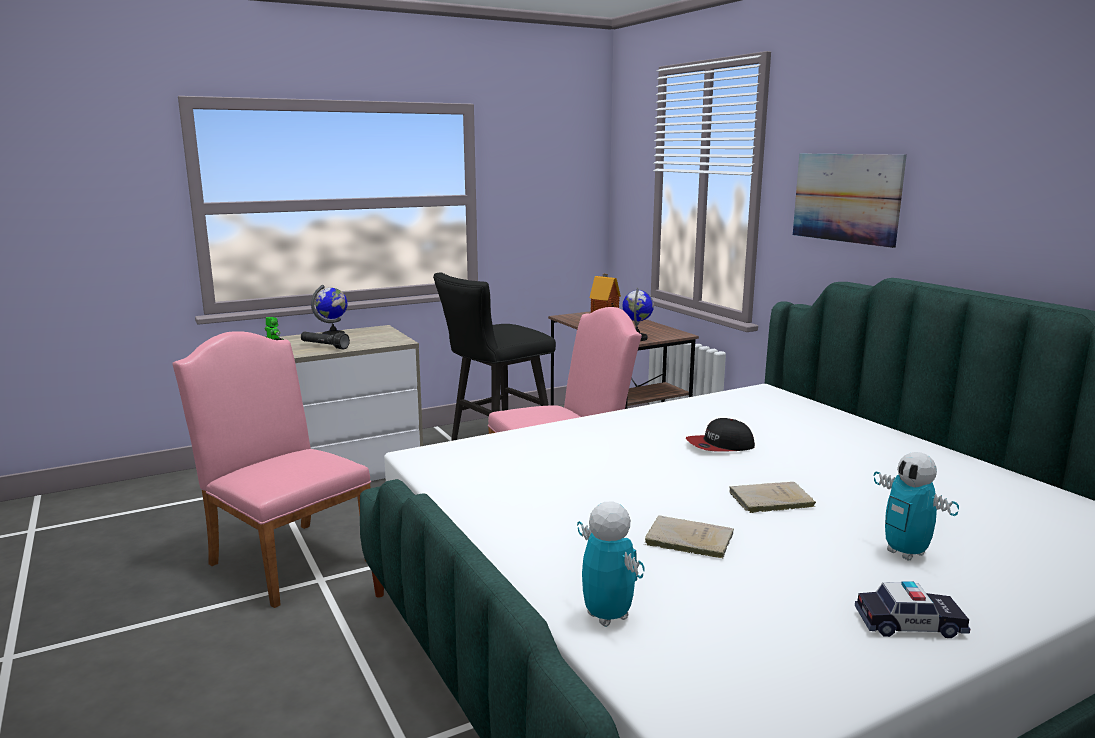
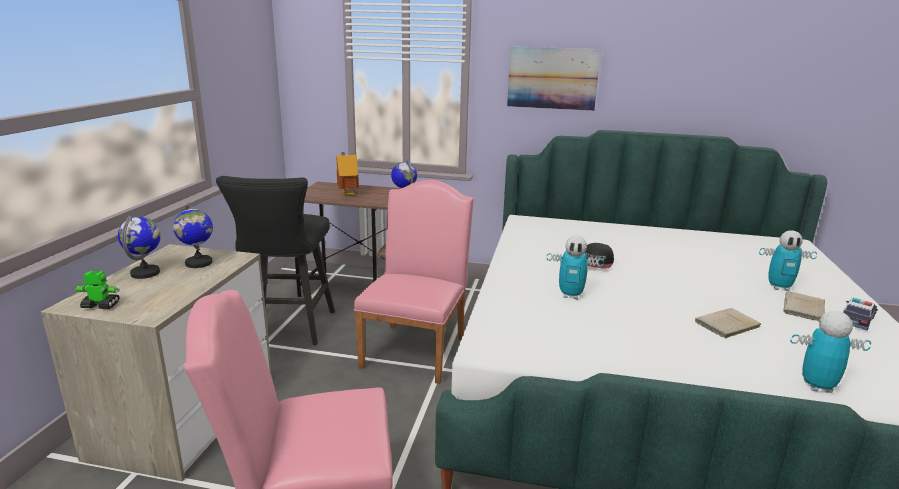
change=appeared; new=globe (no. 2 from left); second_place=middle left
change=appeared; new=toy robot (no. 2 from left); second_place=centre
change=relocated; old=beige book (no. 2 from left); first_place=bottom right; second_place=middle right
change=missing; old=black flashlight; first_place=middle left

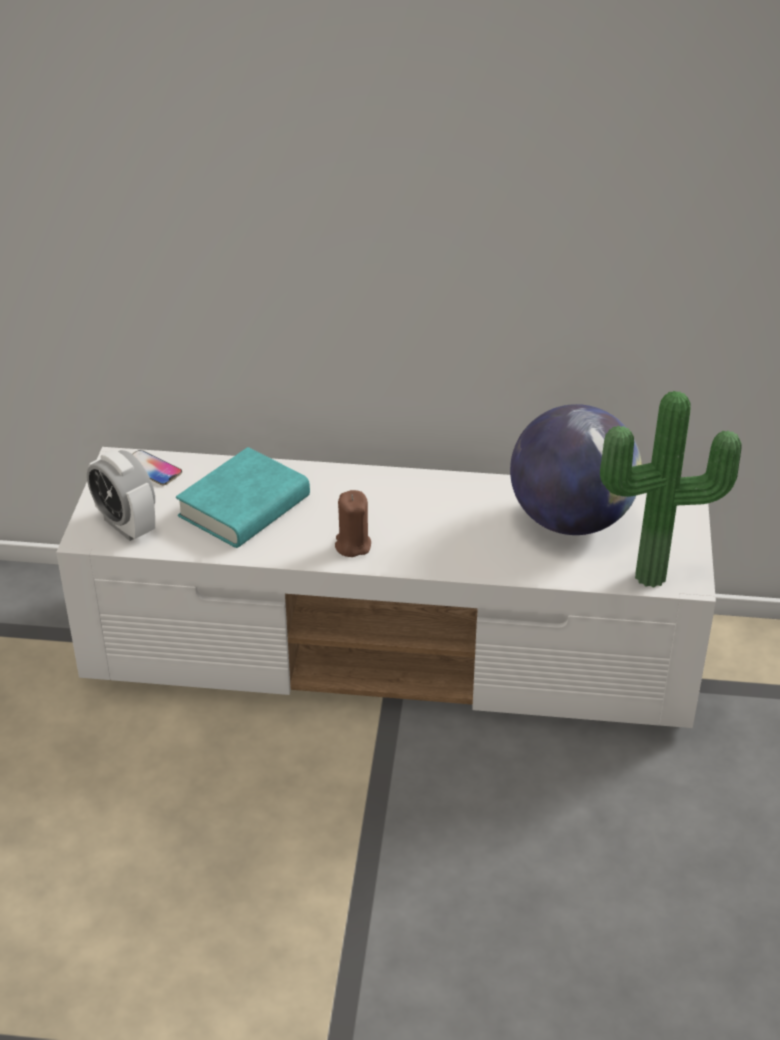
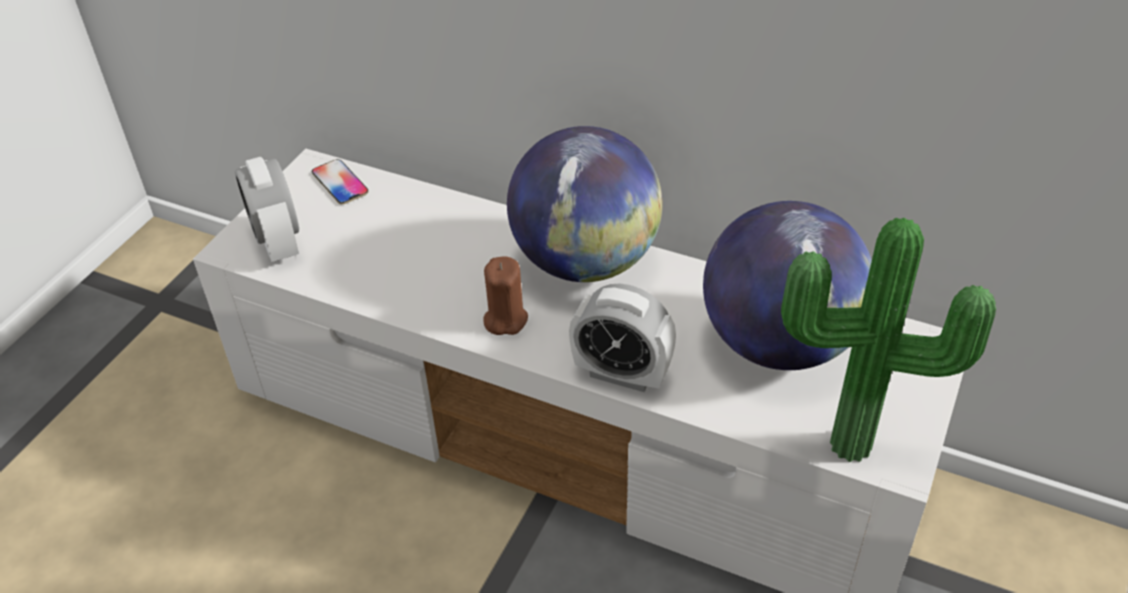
change=appeared; new=globe (no. 1 from left); second_place=centre
change=appeared; new=alarm clock (no. 2 from left); second_place=centre
change=missing; old=turquoise book; first_place=middle left

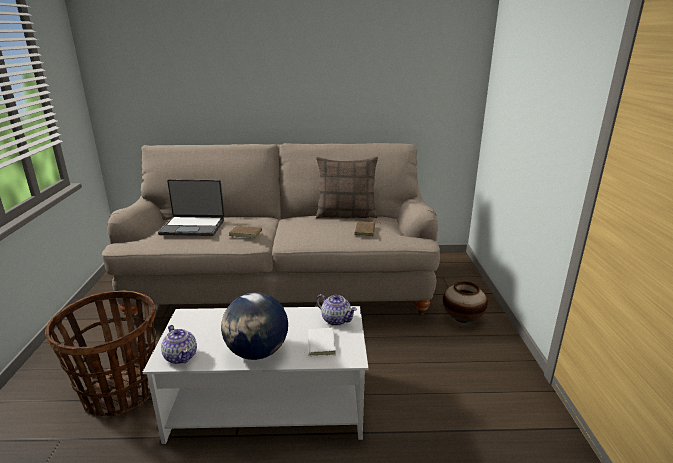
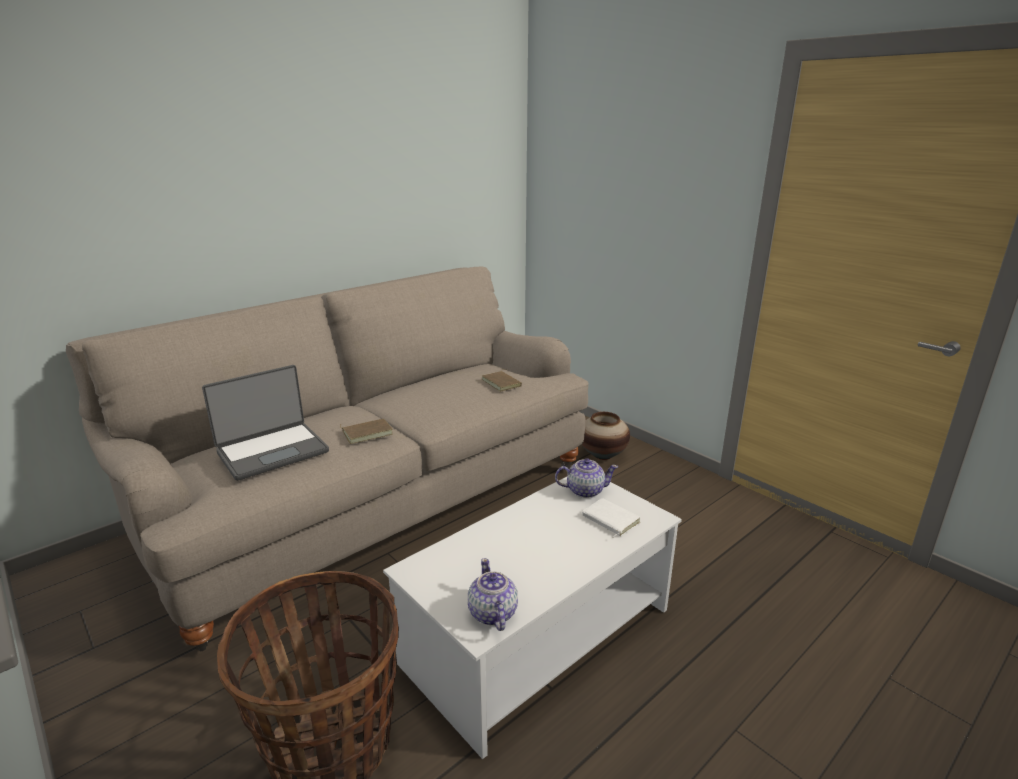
change=spun; old=teapot (no. 1 from left); first_place=bottom left; second_place=bottom centre; degrees=-120
change=missing; old=globe; first_place=bottom centre
change=missing; old=pillow; first_place=centre

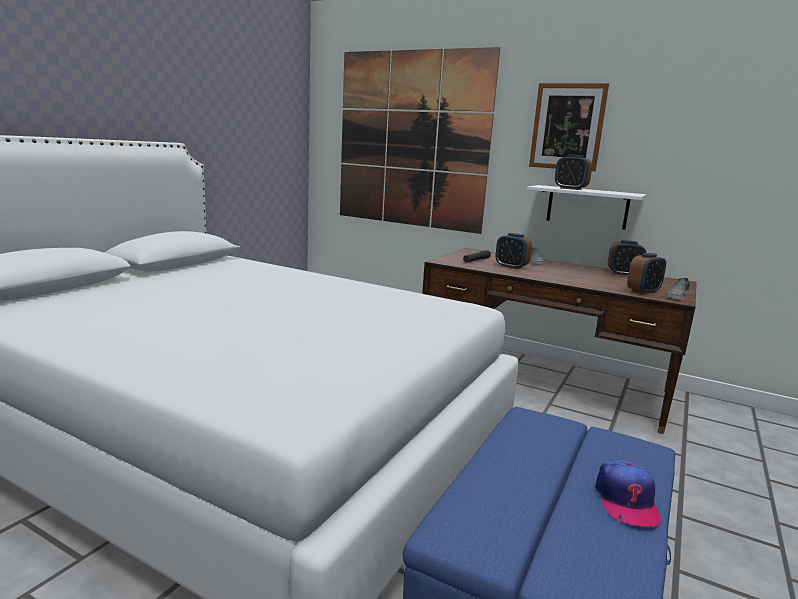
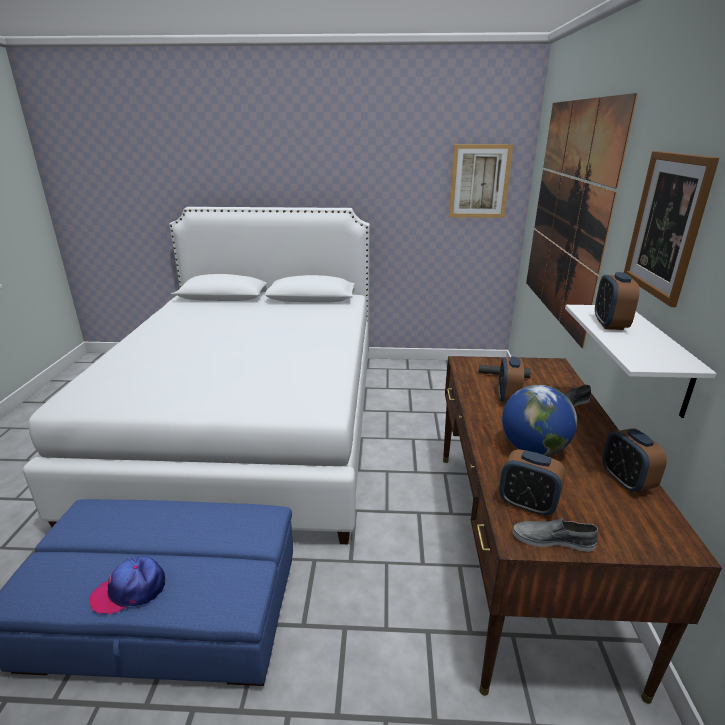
change=appeared; new=picture (no. 1 from left); second_place=top centre
change=appeared; new=globe; second_place=middle right

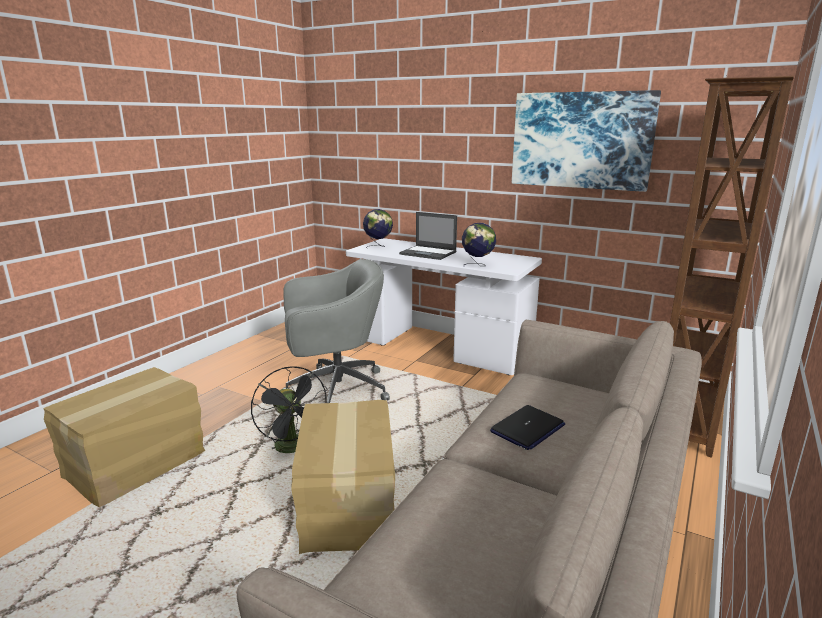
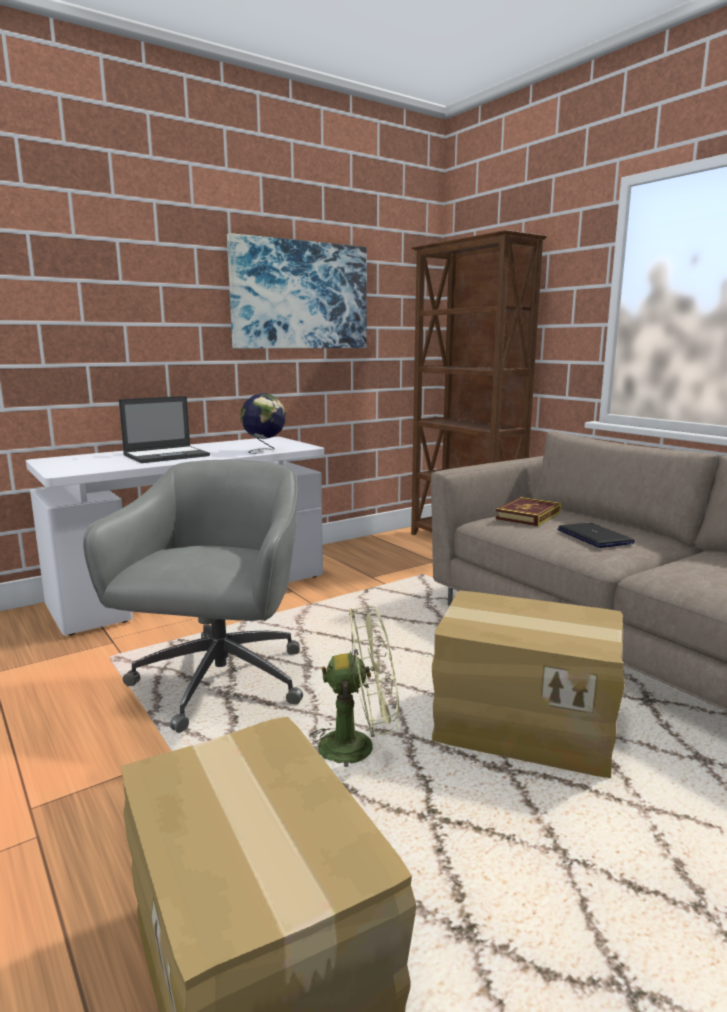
change=colour; old=black fan; new=green fan; first_place=centre; second_place=bottom centre
change=appeared; new=book; second_place=middle right
change=missing; old=globe (no. 1 from left); first_place=centre

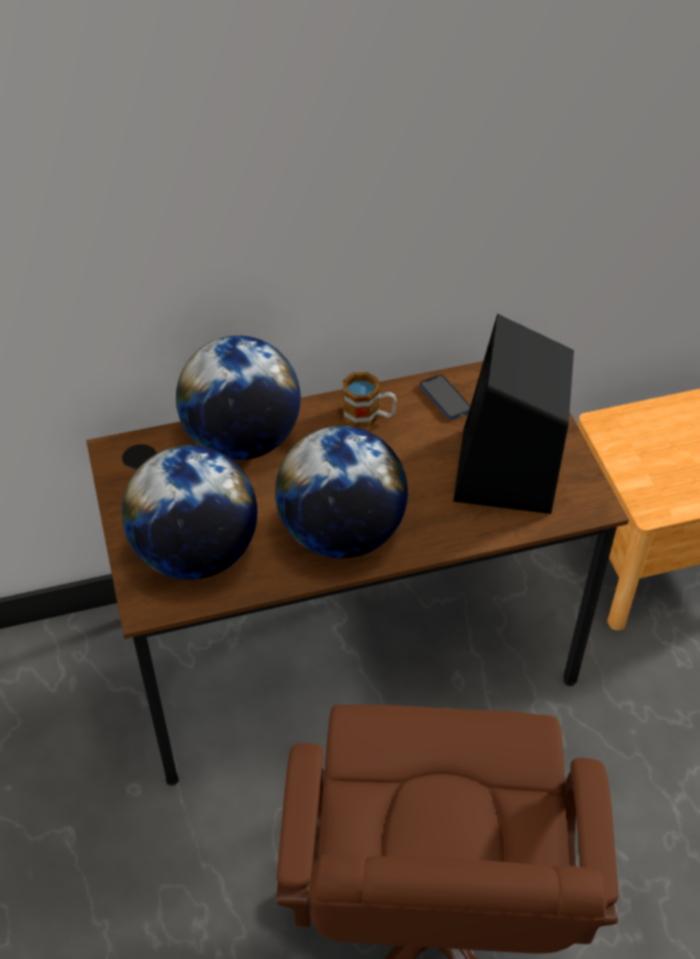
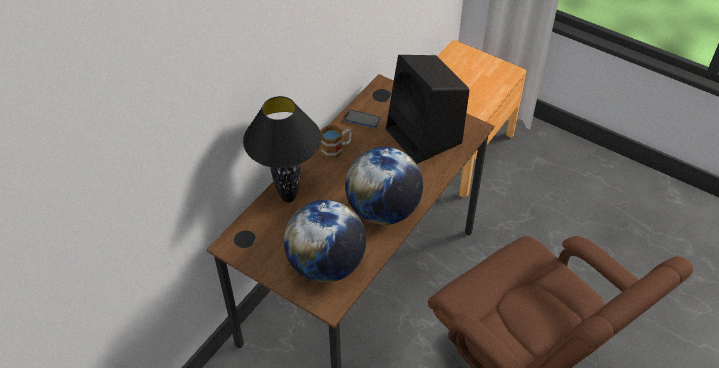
change=exchanged; old=globe (no. 2 from left); new=black table lamp; first_place=centre; second_place=centre

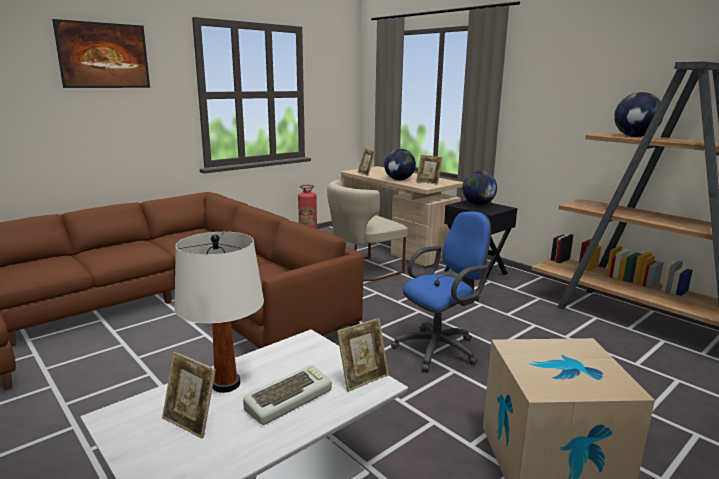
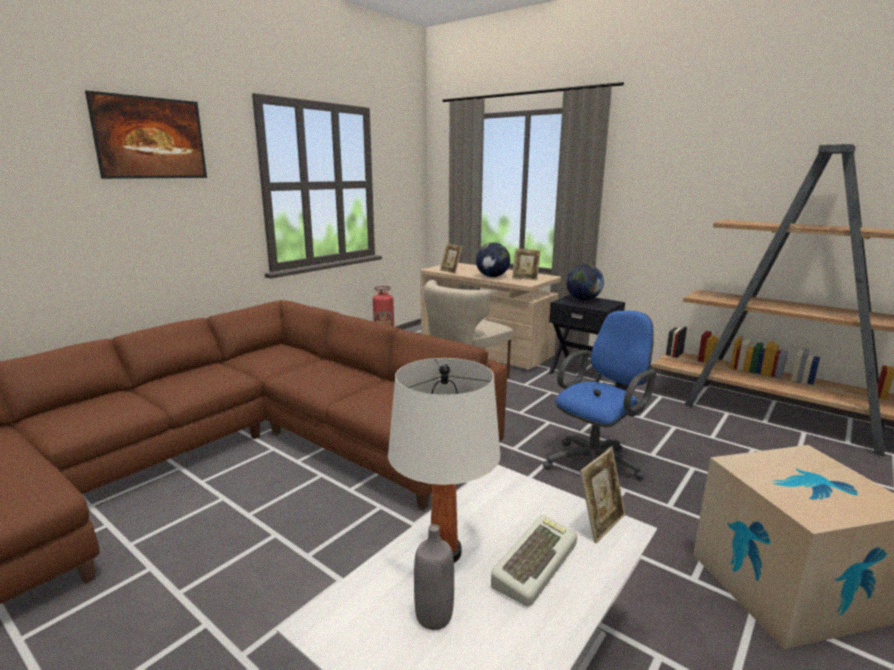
change=exchanged; old=picture frame (no. 1 from left); new=grey bottle; first_place=bottom left; second_place=bottom centre
change=missing; old=globe (no. 3 from left); first_place=top right

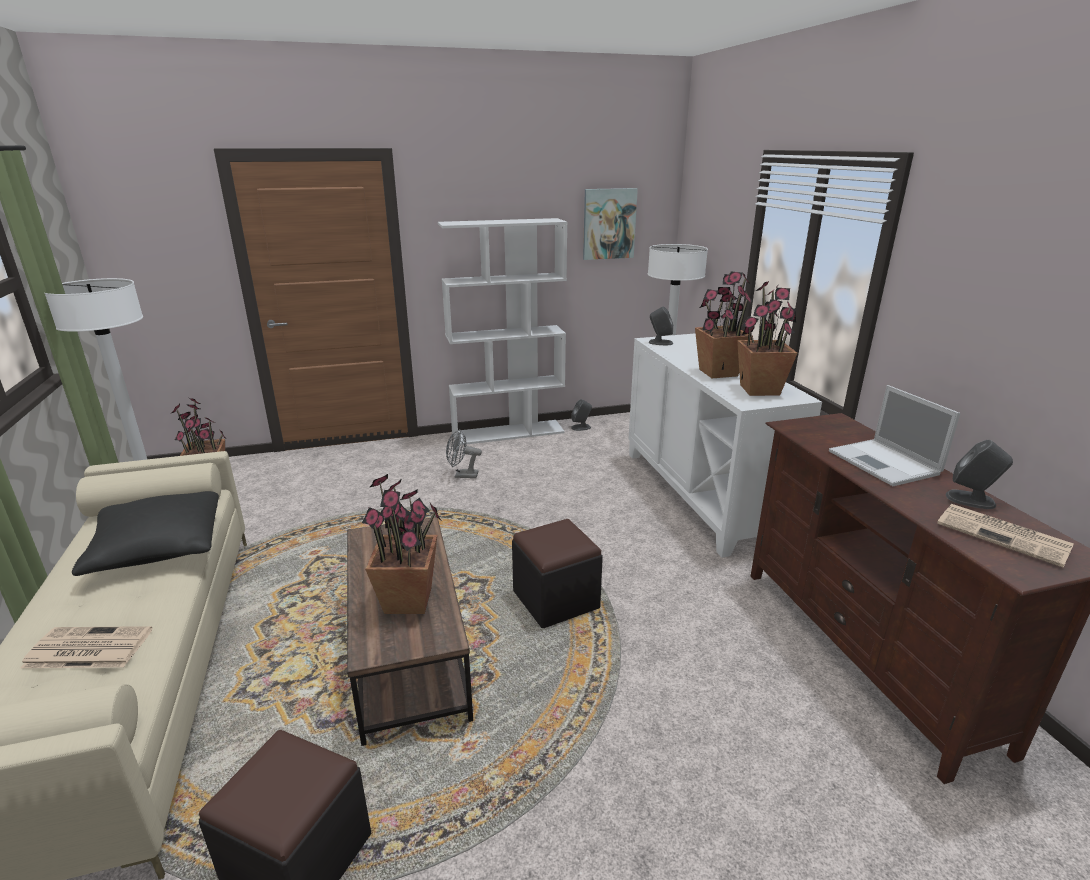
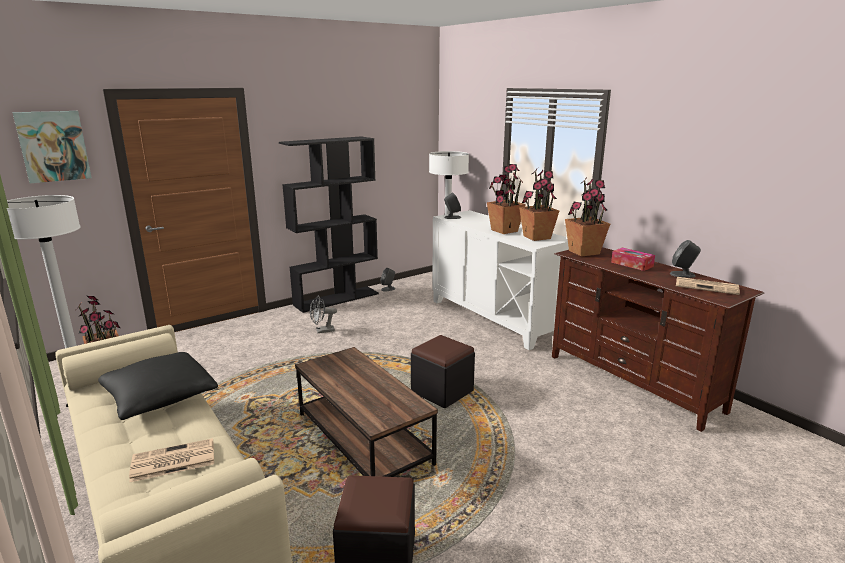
change=relocated; old=picture; first_place=top centre; second_place=top left
change=colour; old=white bookcase; new=black bookcase; first_place=centre; second_place=centre
change=relocated; old=potted plant (no. 2 from left in the first image); new=potted plant (no. 4 from left); first_place=centre; second_place=middle right
change=exchanged; old=laptop; new=tissue box; first_place=middle right; second_place=middle right

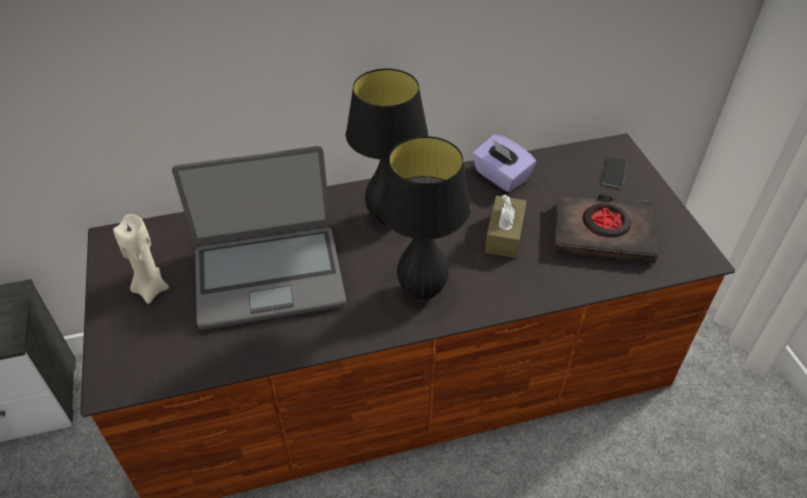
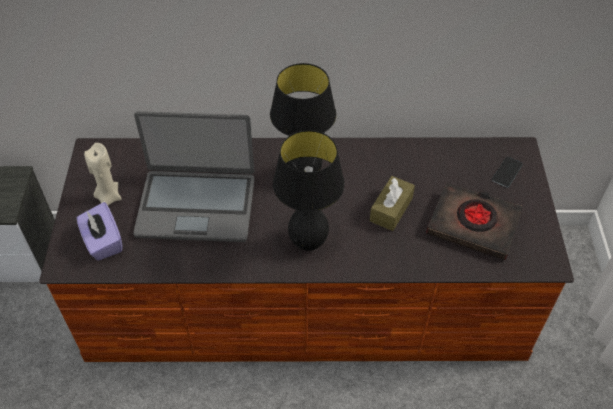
change=relocated; old=purple tissue box; first_place=top centre; second_place=middle left

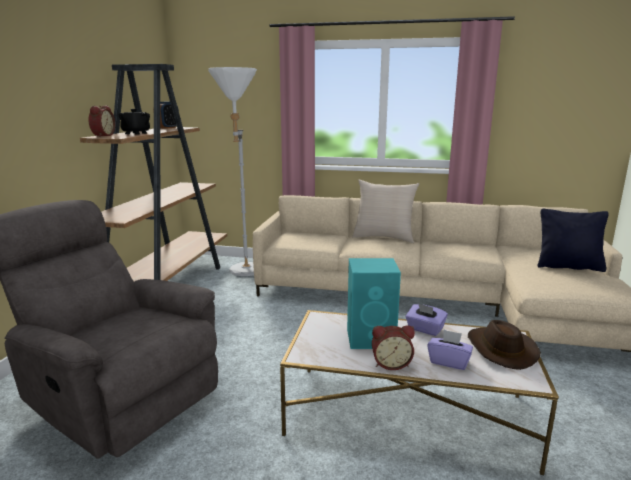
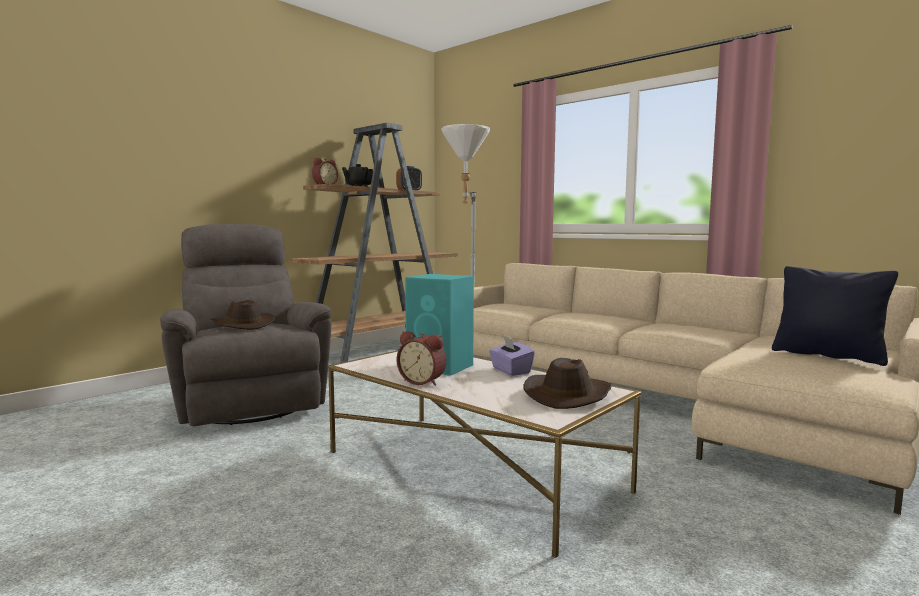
change=appeared; new=brown hat (no. 1 from left); second_place=middle left
change=missing; old=beige pillow; first_place=centre
change=missing; old=purple tissue box (no. 2 from left); first_place=bottom right

